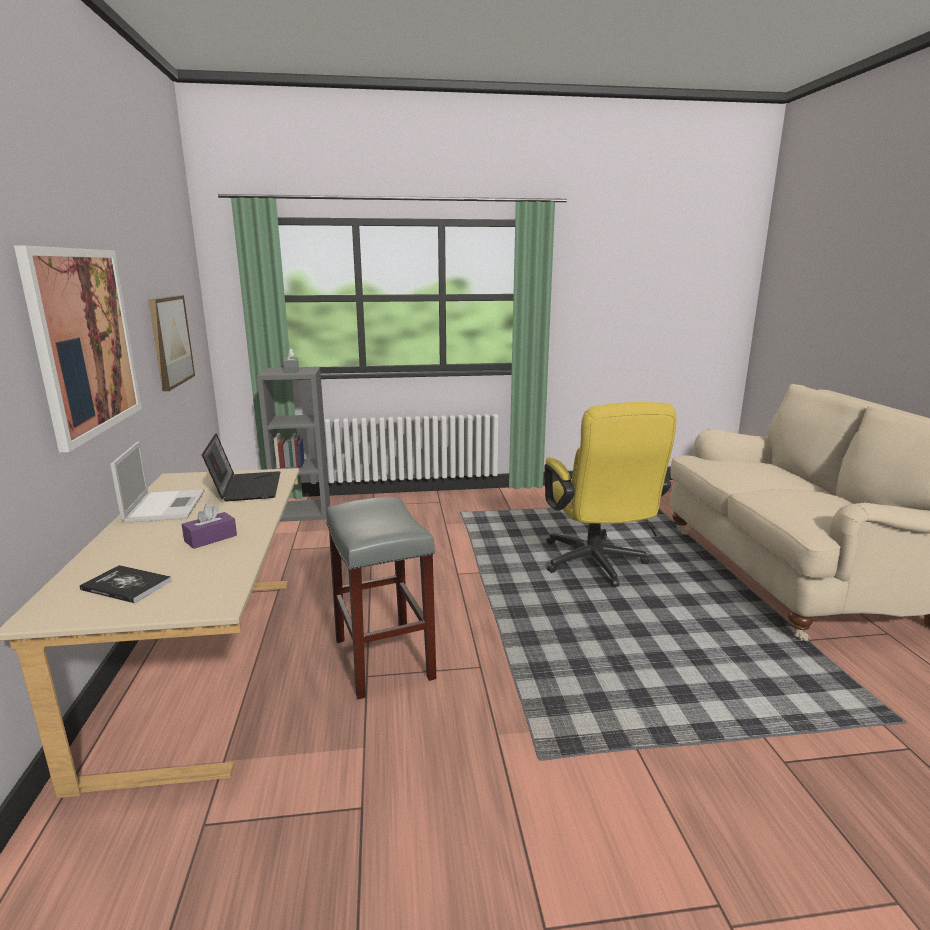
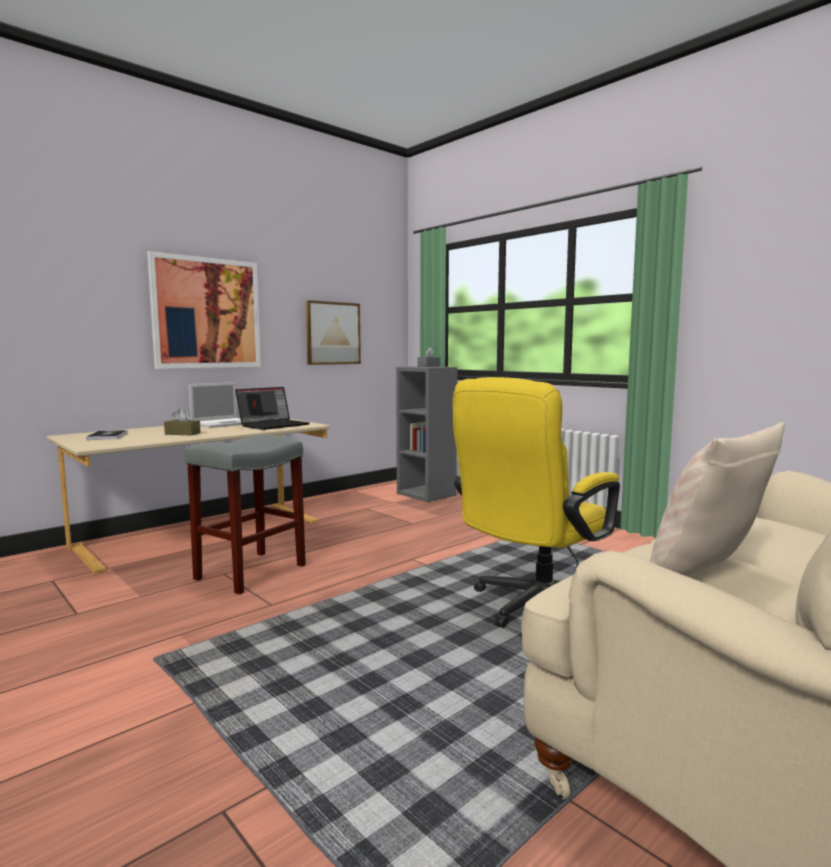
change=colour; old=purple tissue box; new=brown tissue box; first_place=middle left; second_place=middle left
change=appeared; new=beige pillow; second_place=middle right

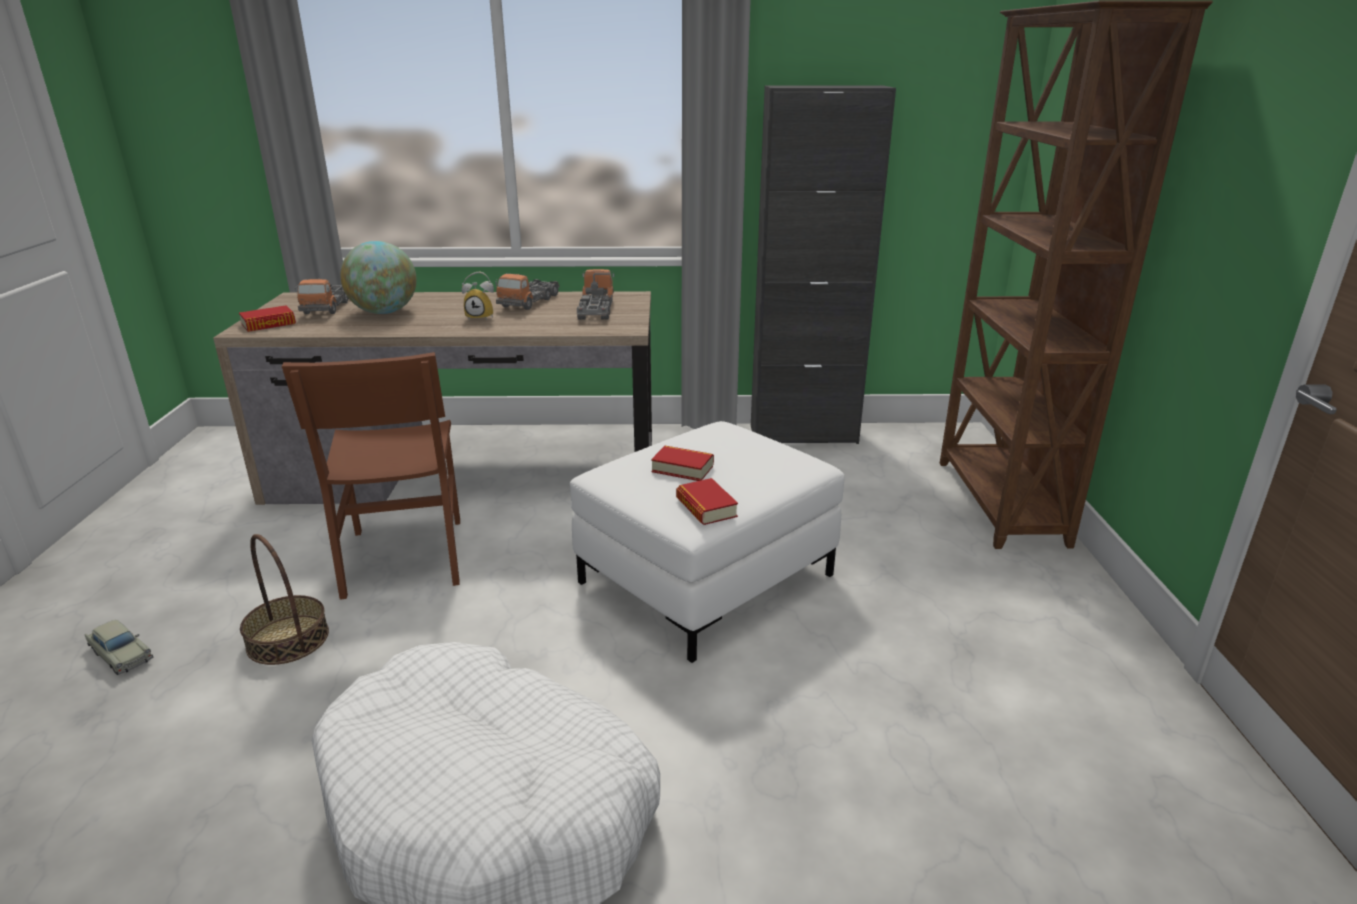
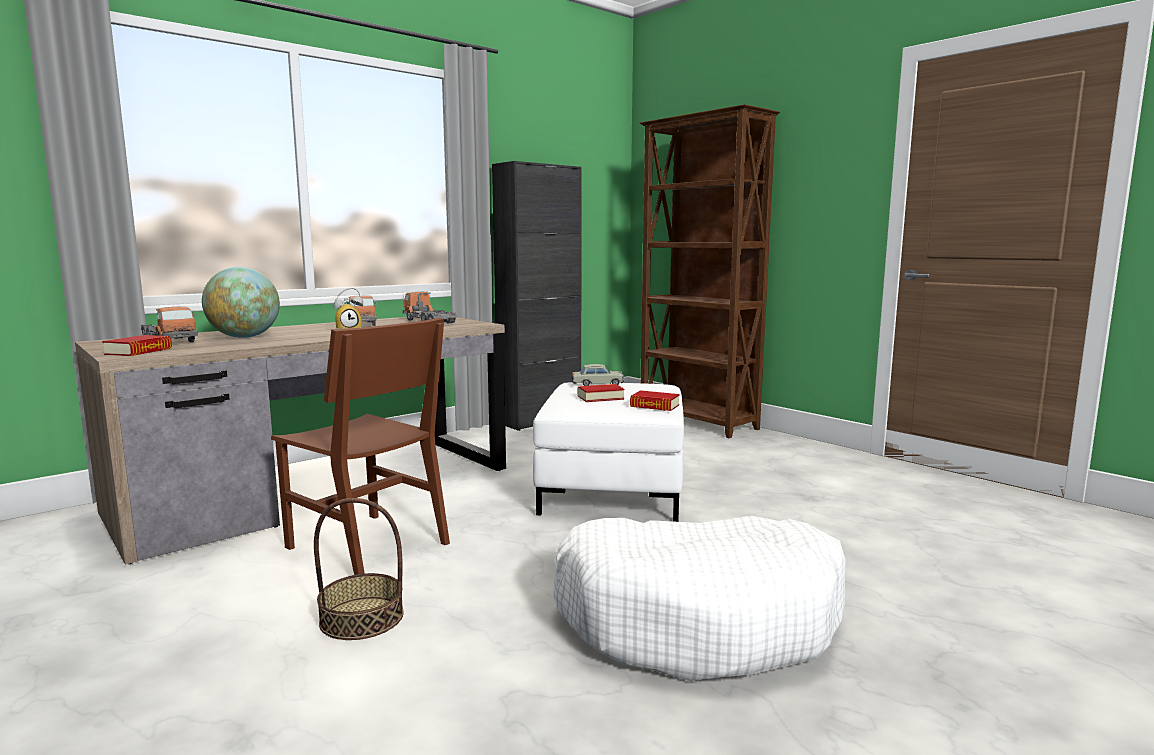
change=relocated; old=beige toy car; first_place=bottom left; second_place=centre

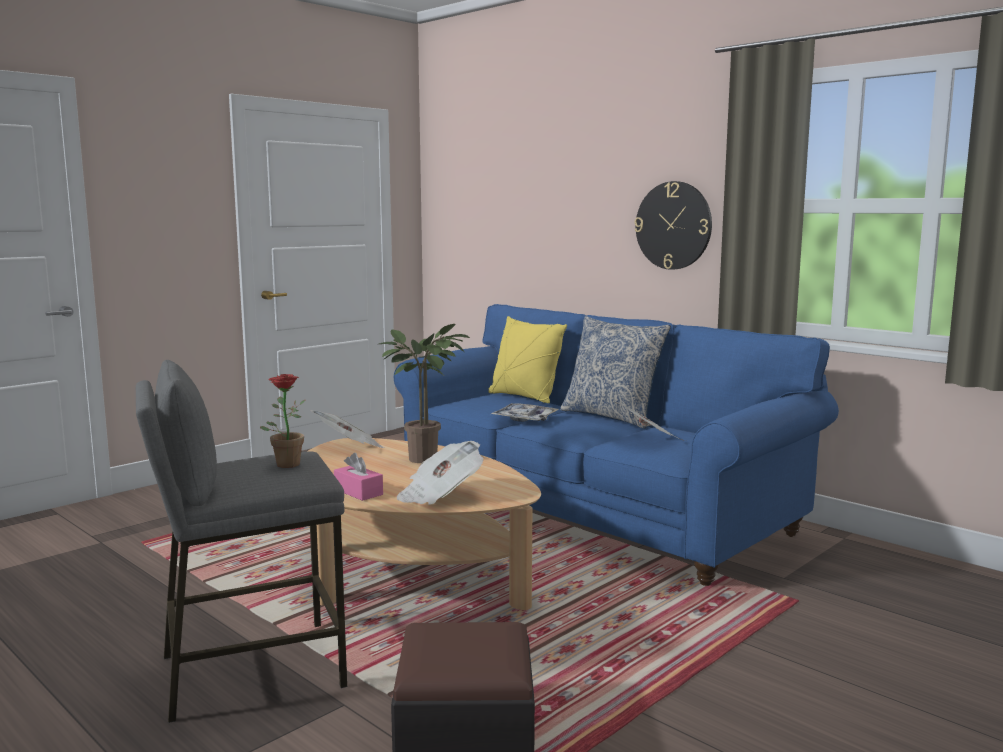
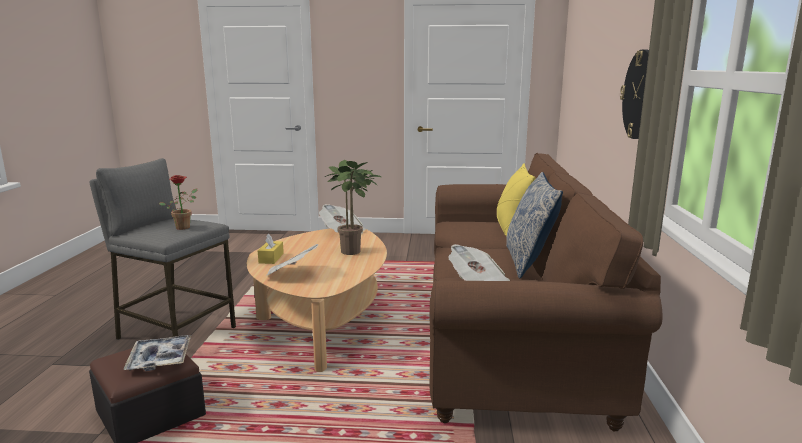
change=relocated; old=tray; first_place=centre; second_place=bottom left
change=colour; old=pink tissue box; new=yellow tissue box; first_place=centre; second_place=centre
change=colour; old=blue sofa; new=brown sofa; first_place=centre; second_place=middle right

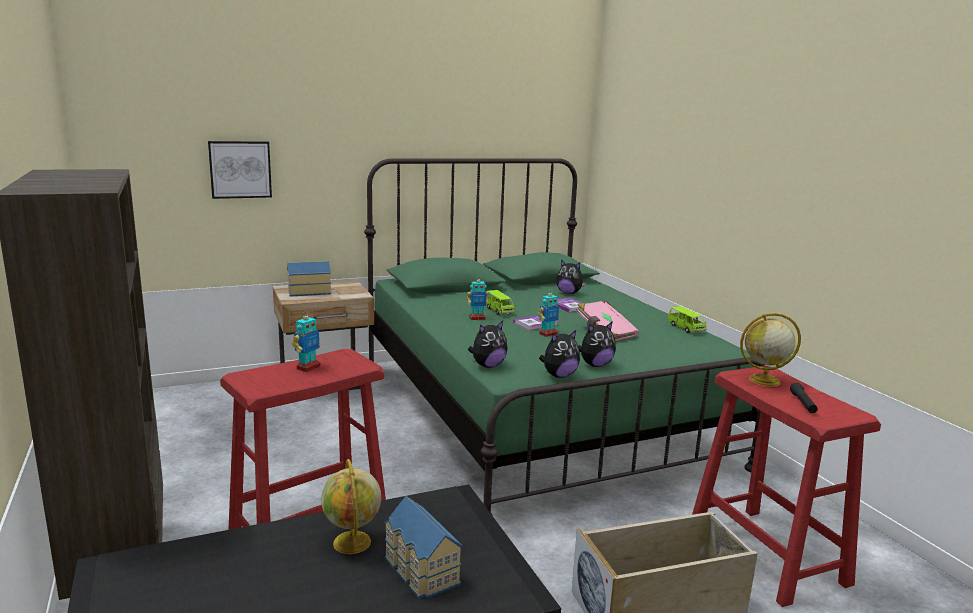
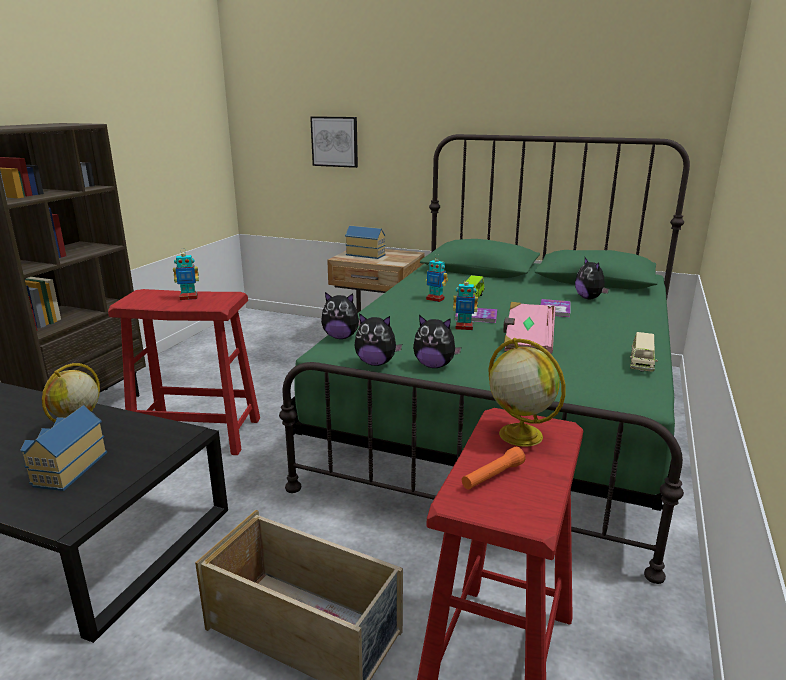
change=colour; old=black flashlight; new=orange flashlight; first_place=middle right; second_place=bottom centre
change=colour; old=green toy car (no. 2 from left); new=beige toy car; first_place=middle right; second_place=middle right

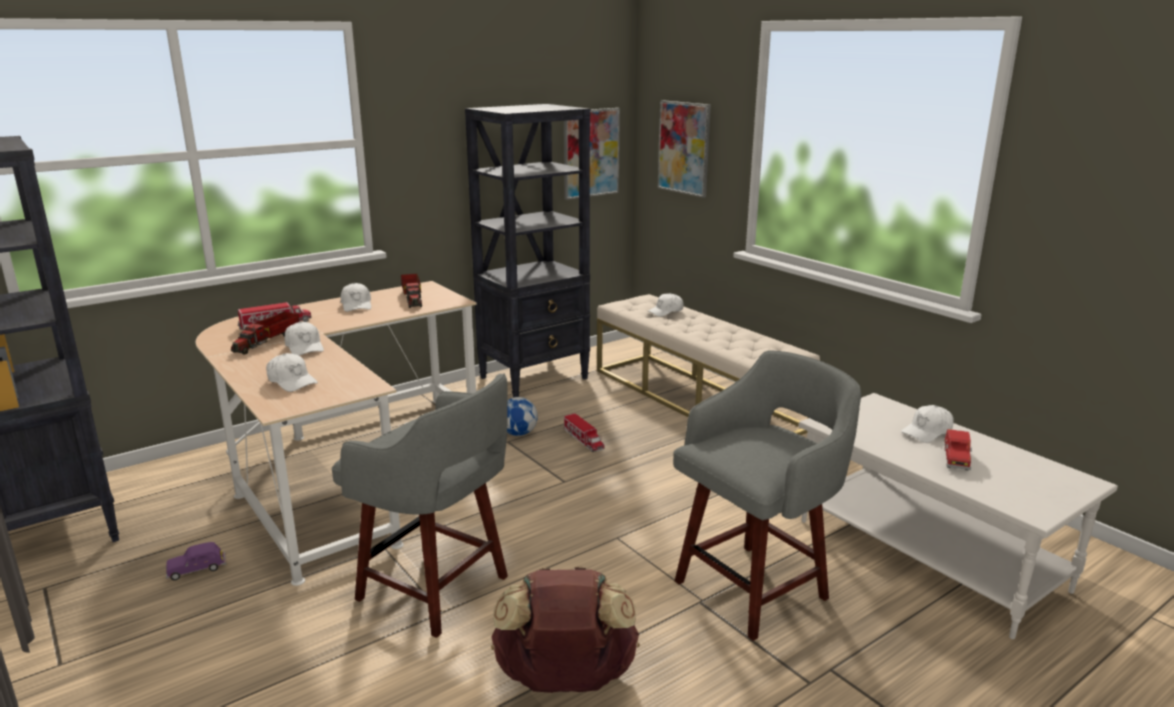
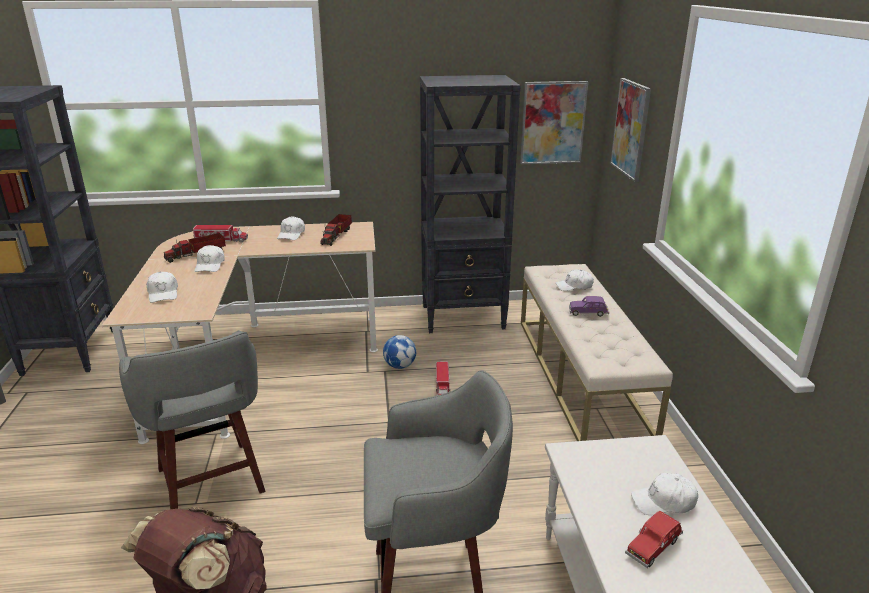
change=relocated; old=purple toy car; first_place=bottom left; second_place=middle right

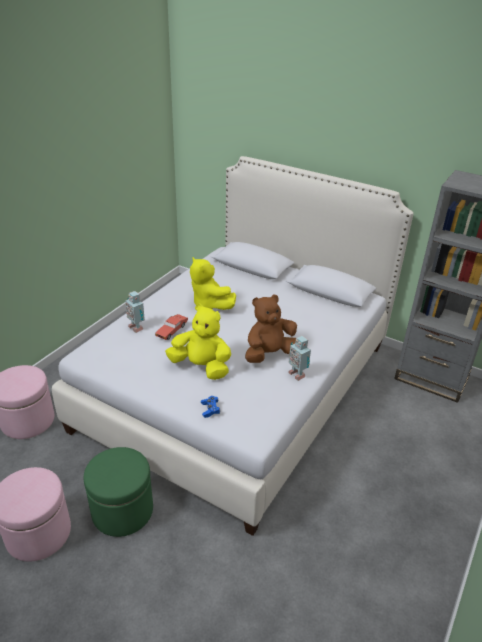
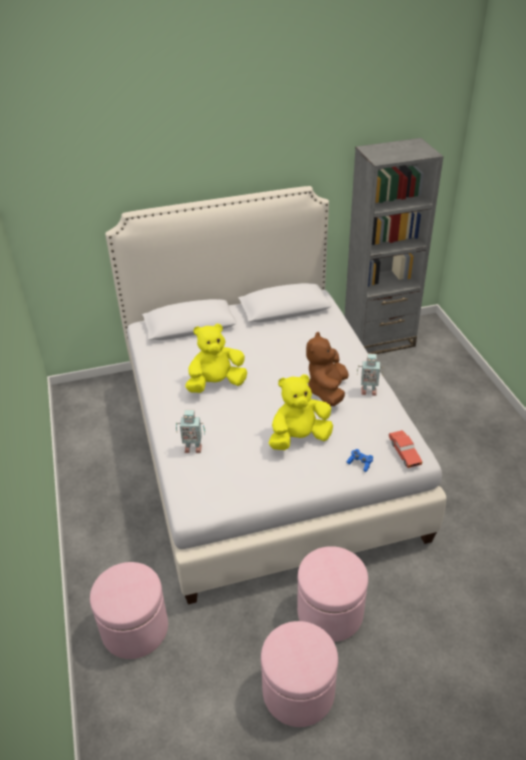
change=spun; old=yellow plush toy (no. 2 from left in the first image); first_place=centre; second_place=centre; degrees=150
change=colour; old=green ottoman; new=pink ottoman (no. 3 from left); first_place=bottom left; second_place=bottom centre
change=relocated; old=red toy car; first_place=centre; second_place=middle right

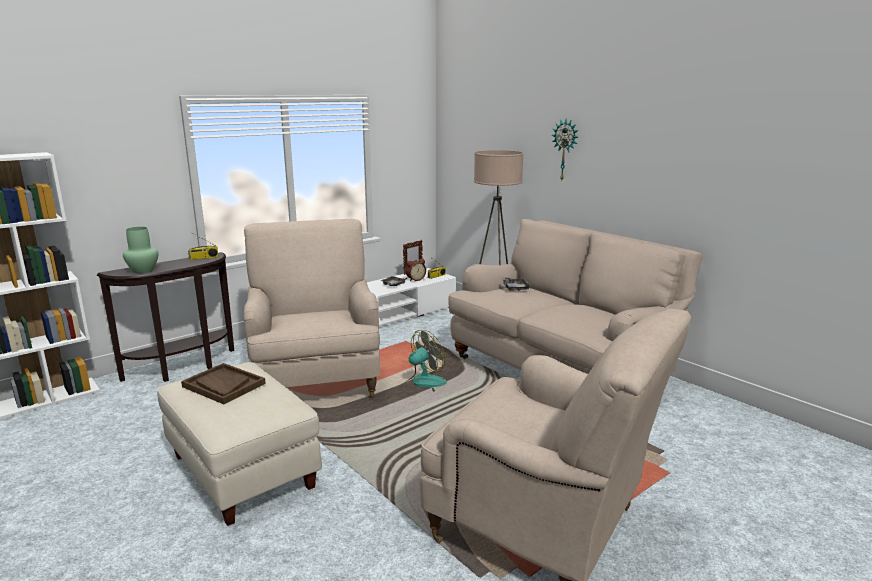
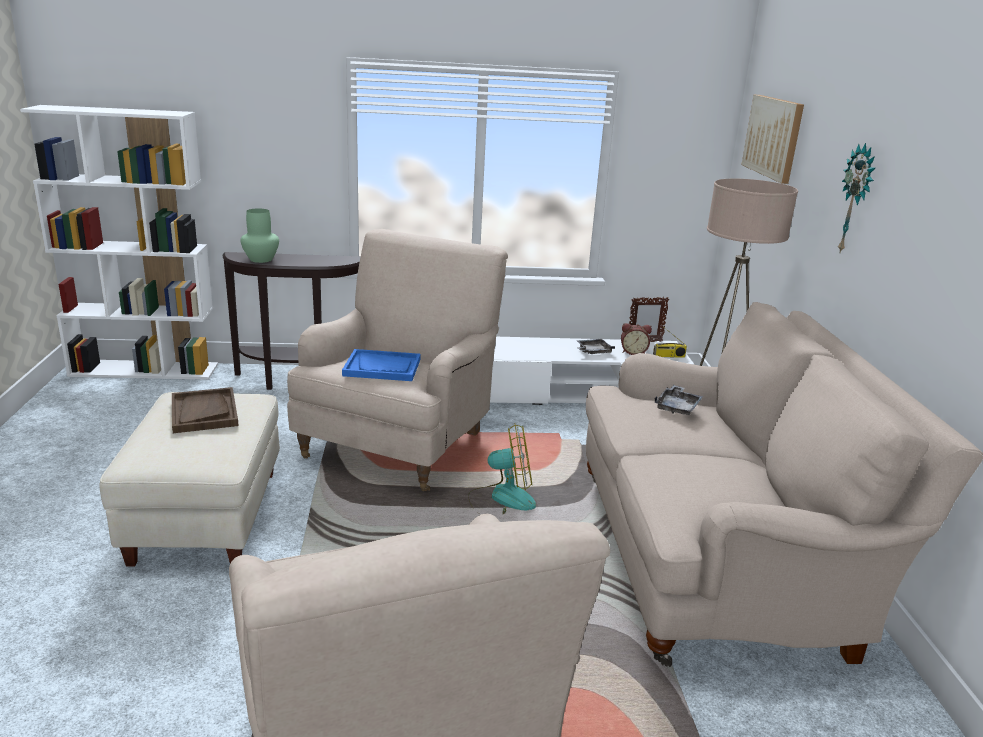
change=appeared; new=blue tray; second_place=centre
change=appeared; new=picture; second_place=top right
change=missing; old=radio (no. 1 from left); first_place=middle left

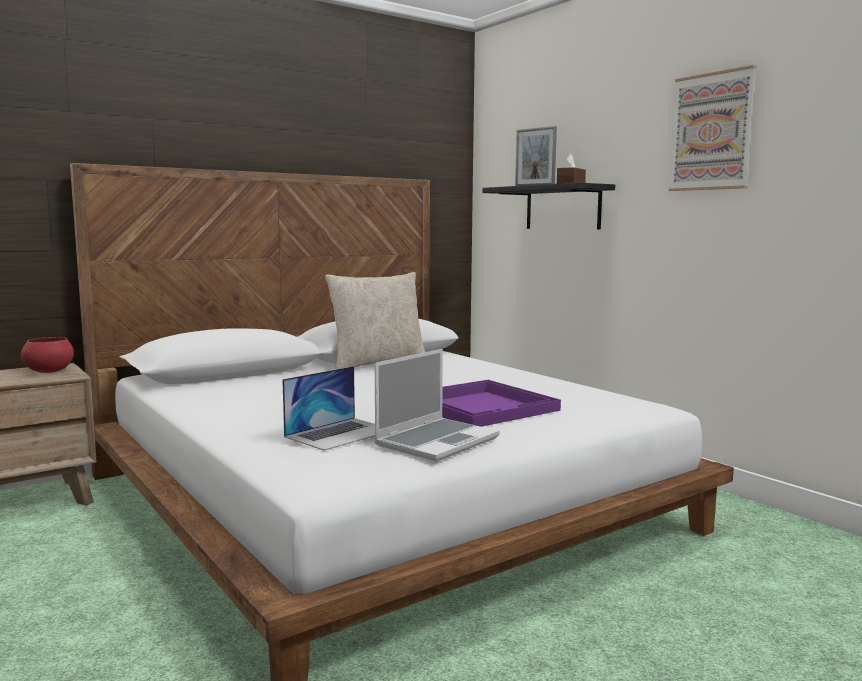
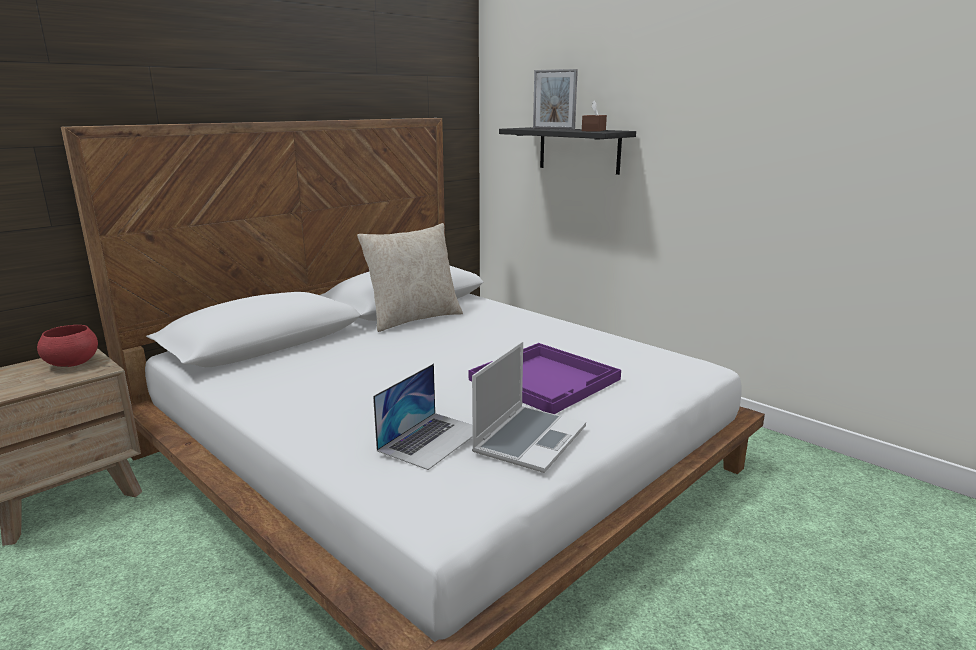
change=missing; old=picture; first_place=top right

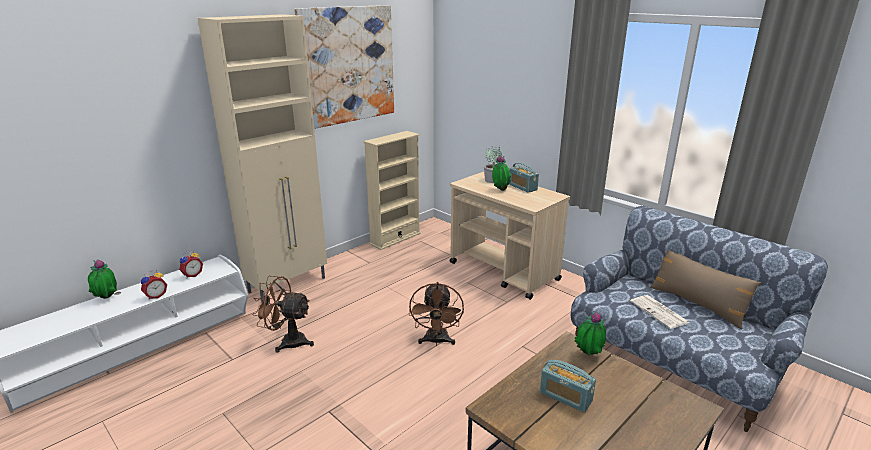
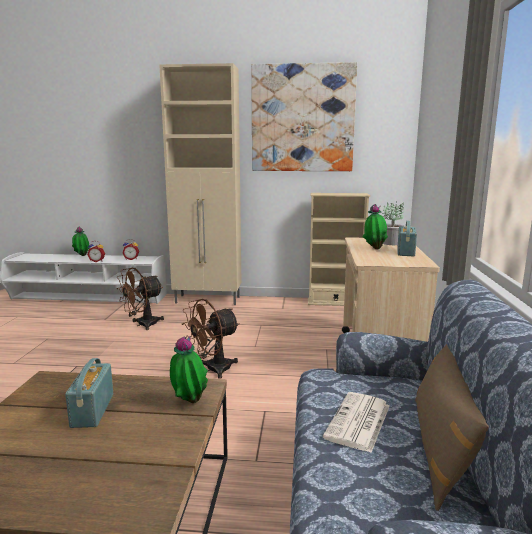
change=spun; old=brown fan (no. 1 from left); first_place=bottom left; second_place=middle left; degrees=-105

